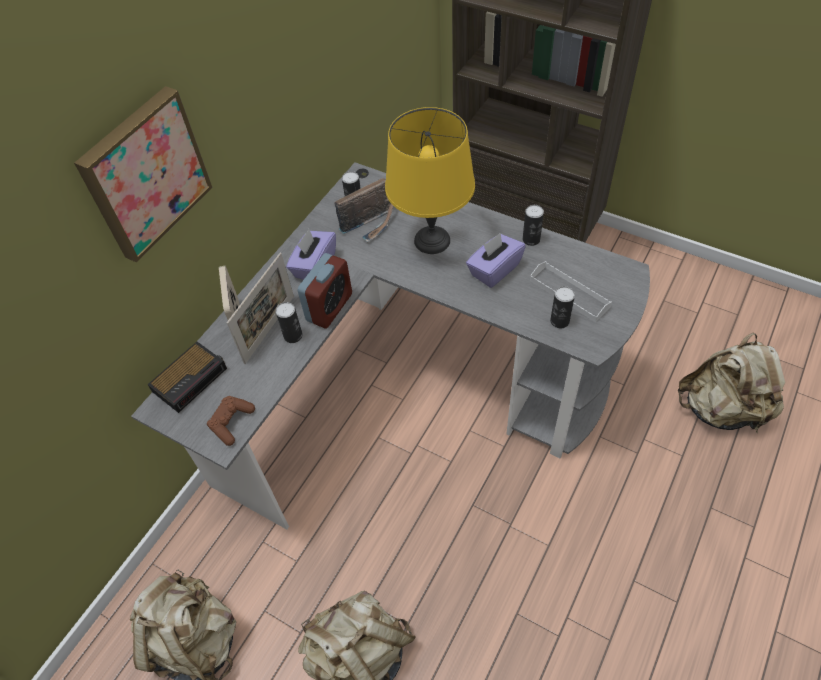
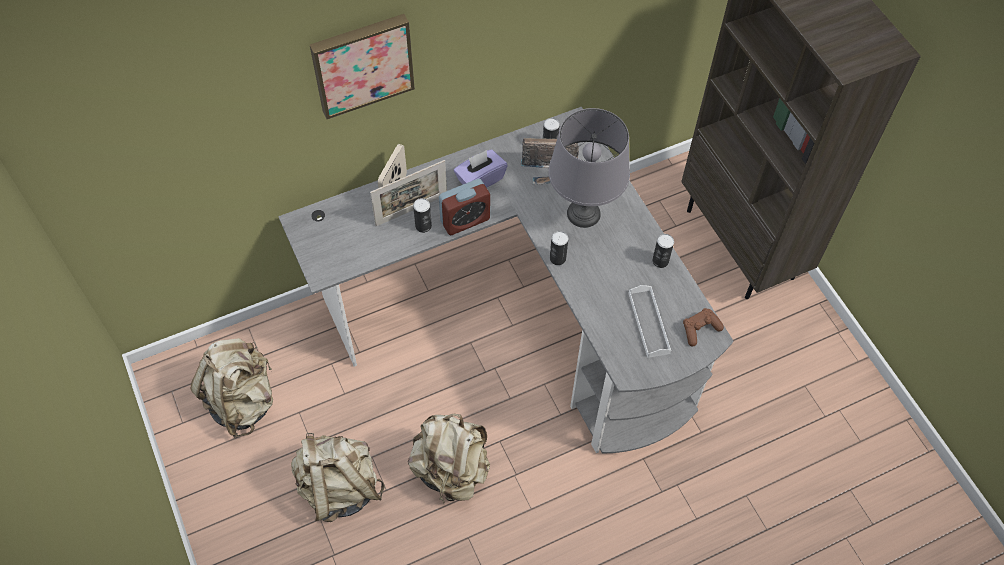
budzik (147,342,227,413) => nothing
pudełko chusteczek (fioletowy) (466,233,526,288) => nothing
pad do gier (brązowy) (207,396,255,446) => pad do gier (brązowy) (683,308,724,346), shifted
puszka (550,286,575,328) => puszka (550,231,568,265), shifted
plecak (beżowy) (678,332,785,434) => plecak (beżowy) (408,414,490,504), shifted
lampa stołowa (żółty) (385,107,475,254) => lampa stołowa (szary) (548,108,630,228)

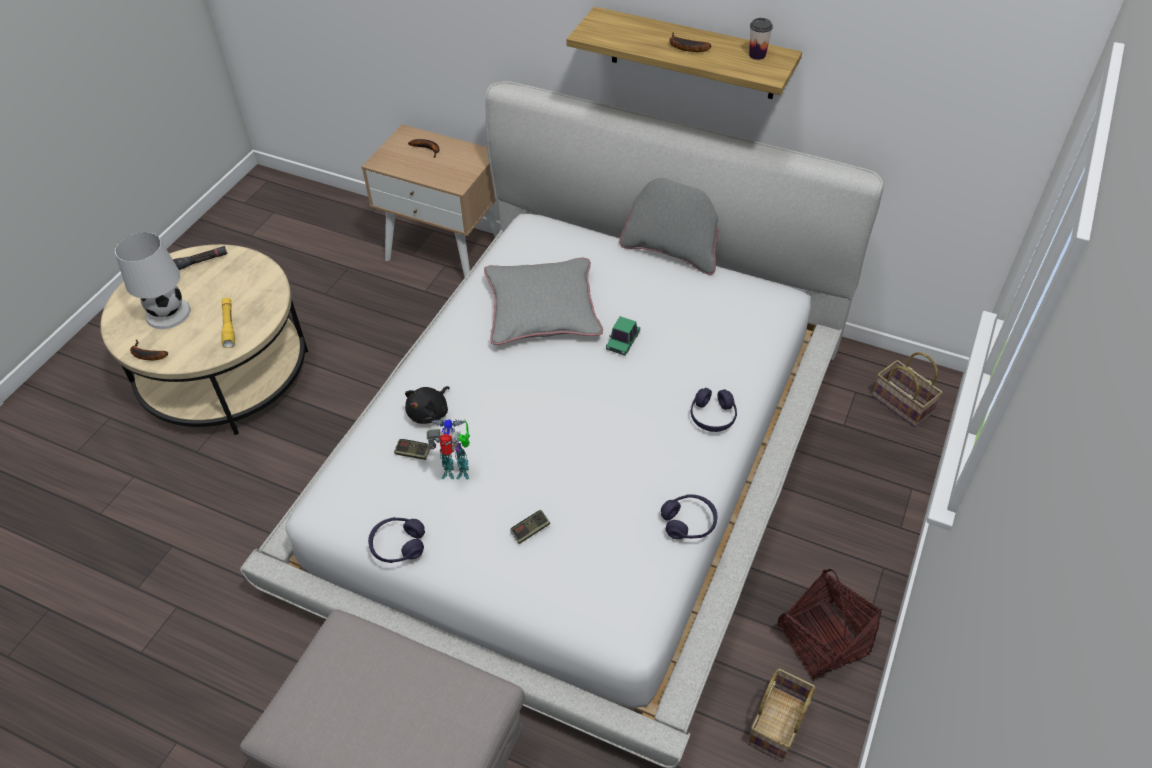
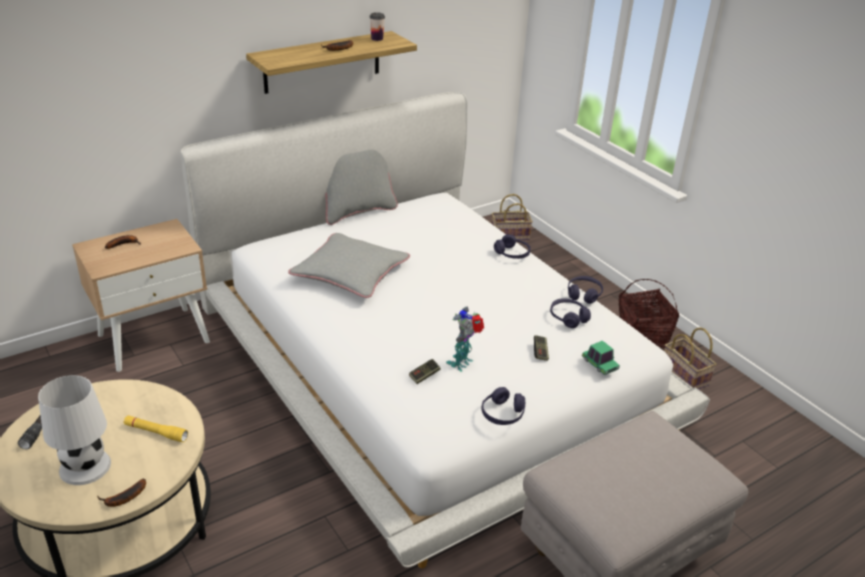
pluszak (czarny) (405,386,450,424) => nothing
nothing => słuchawki (fioletowy) (550,298,591,328)
samochodzik (606,316,640,356) => samochodzik (582,341,620,375), shifted

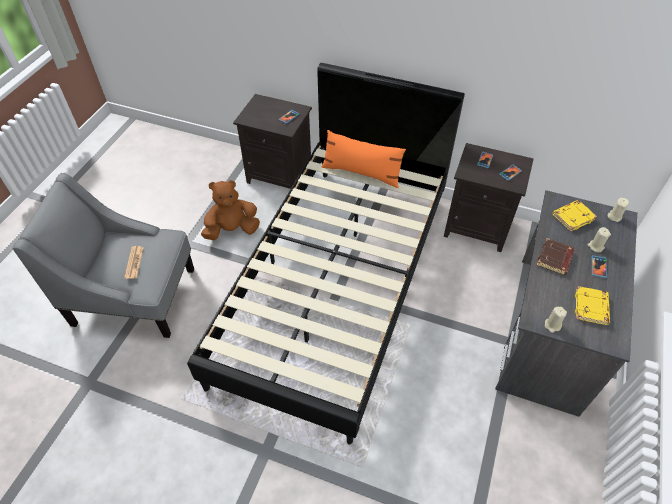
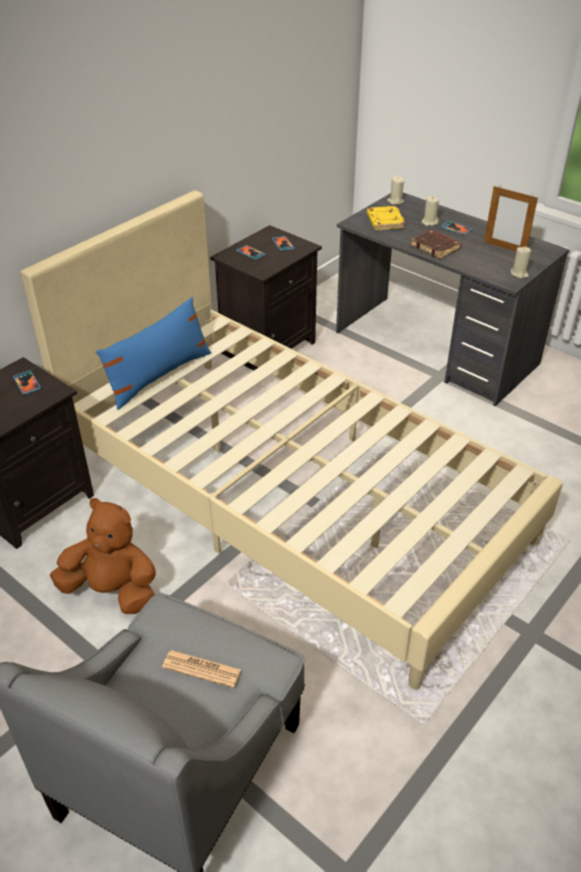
książka (żółty) (575,286,610,325) => ramka na zdjęcie (484,186,538,252)
łóżko (czarny) (187,63,465,445) => łóżko (beżowy) (21,191,563,690)
poduszka (pomarańczowy) (322,130,406,188) => poduszka (niebieski) (96,297,211,410)
pluszak (brązowy) (201,180,260,240) => pluszak (brązowy) (50,498,156,614), 105 degrees clockwise

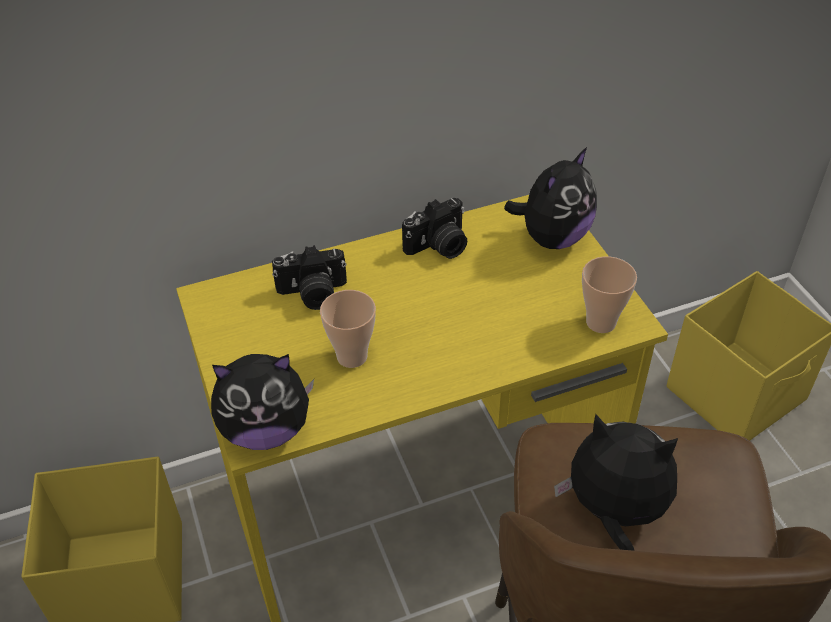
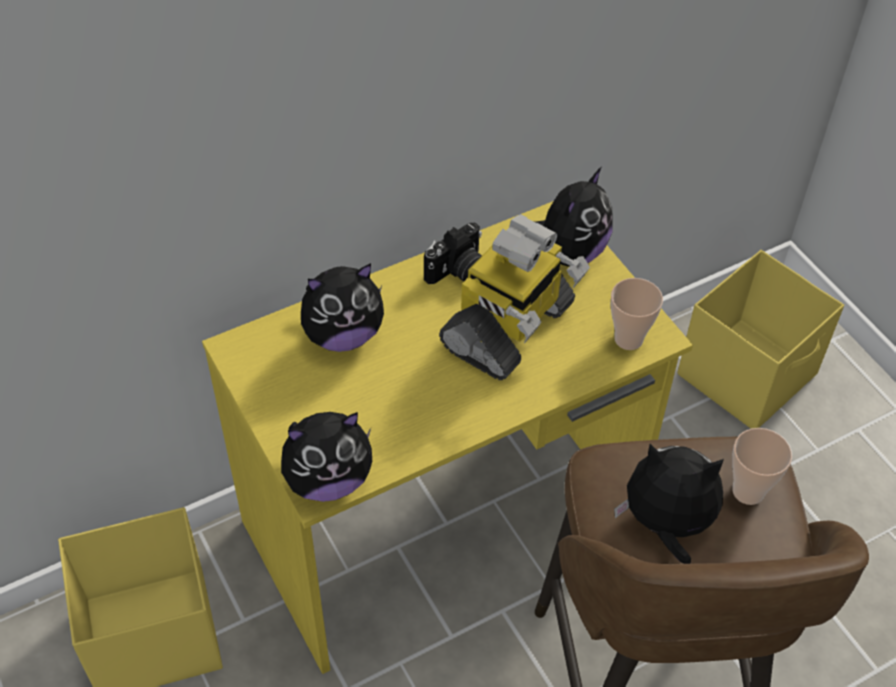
nothing => robot zabawkowy (439,214,590,380)
filiżanka (320,290,376,368) => filiżanka (732,428,792,505), shifted
aparat fotograficzny (272,245,347,310) => pluszak (301,263,384,352)

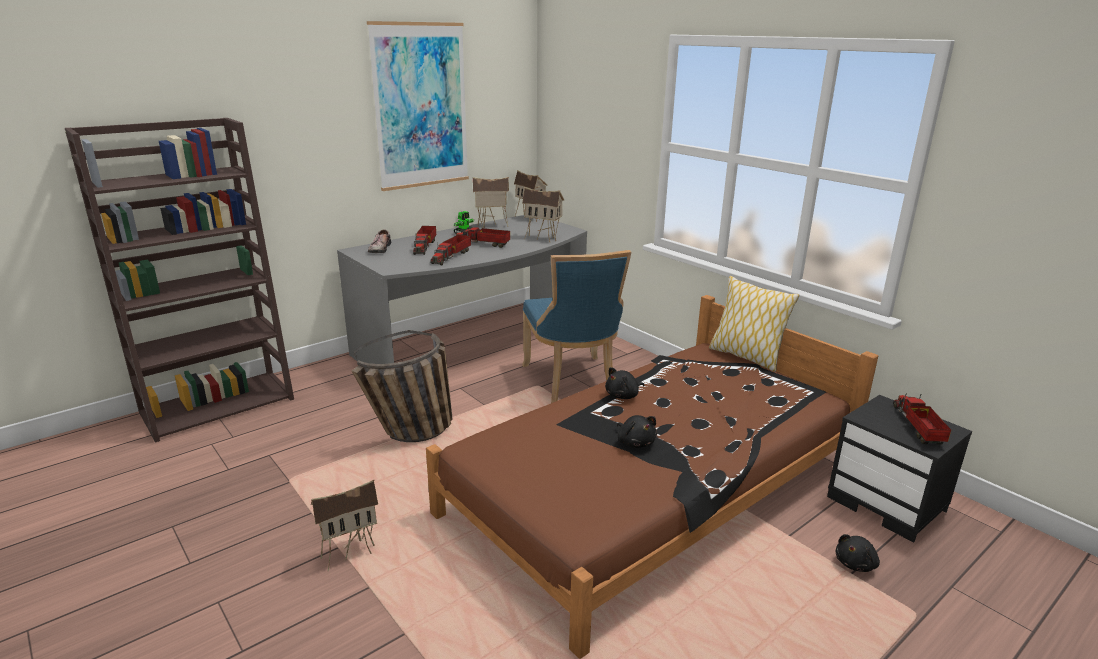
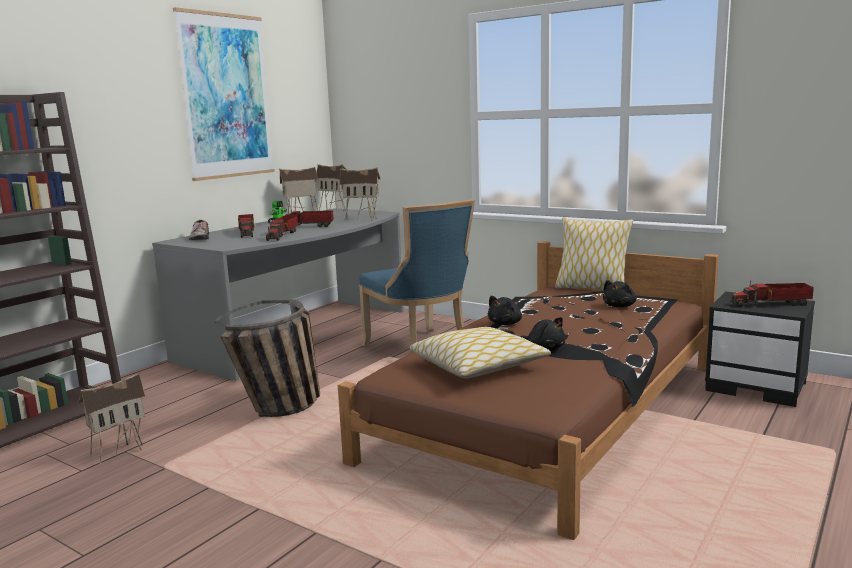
nothing => poduszka (410,327,551,378)
domek (311,480,378,571) => domek (78,372,145,466), shifted
pluszak (czarny) (835,534,880,572) => pluszak (czarny) (603,280,637,307), shifted
ciężarówka zabawkowa (893,394,951,445) => ciężarówka zabawkowa (731,281,814,307), 75 degrees counterclockwise

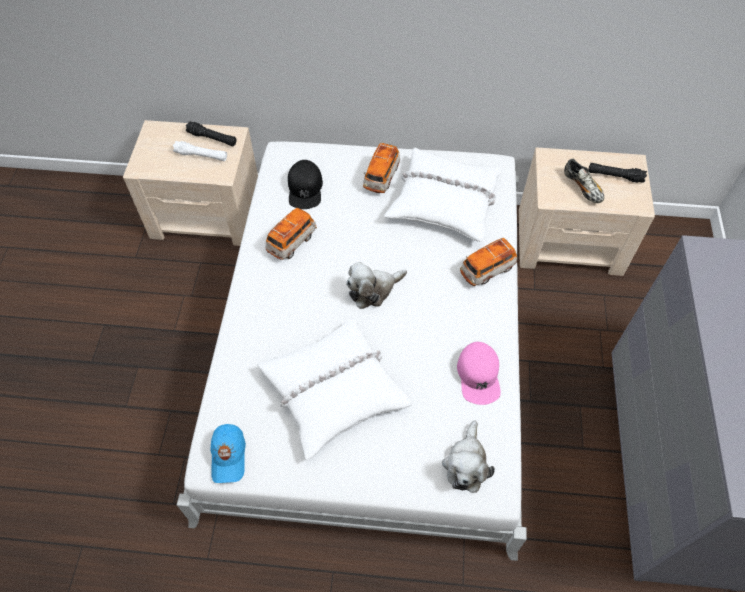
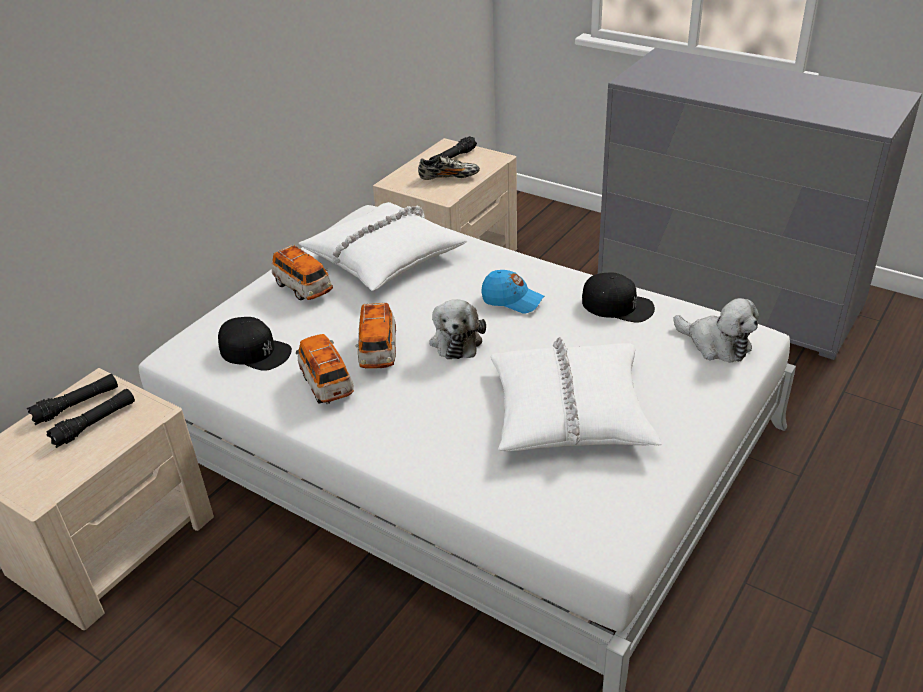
czapka z daszkiem (niebieski) (210,424,246,483) => czapka z daszkiem (niebieski) (481,270,544,314), shifted
samochodzik (460,238,517,286) => samochodzik (355,303,396,368), shifted
latarka (biały) (173,141,227,161) => latarka (czarny) (46,389,135,448)
czapka z daszkiem (różowy) (457,342,501,405) => czapka z daszkiem (czarny) (582,272,655,323)

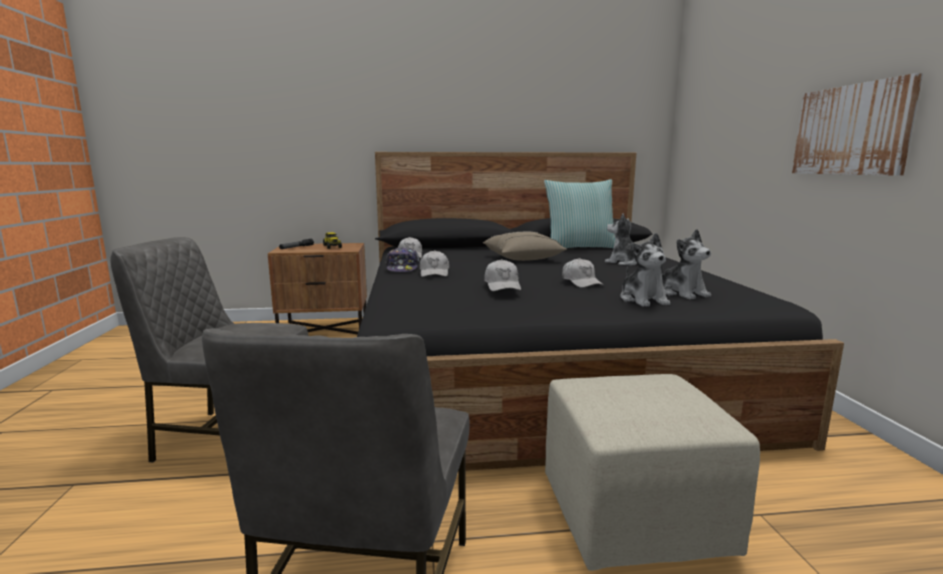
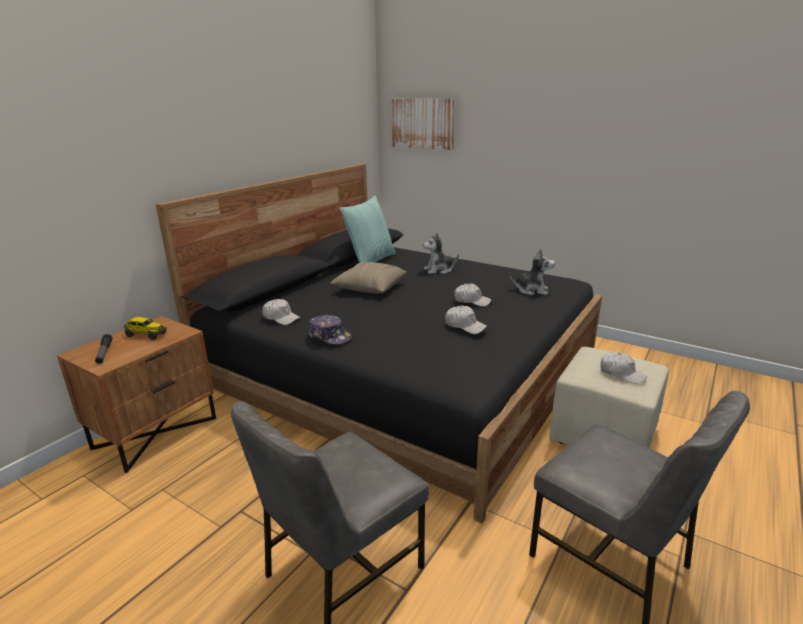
pluszak (620,233,670,307) => nothing
czapka z daszkiem (biały) (420,250,449,277) => czapka z daszkiem (biały) (600,352,647,384), shifted
obraz (792,73,923,176) => obraz (391,98,455,150), shifted

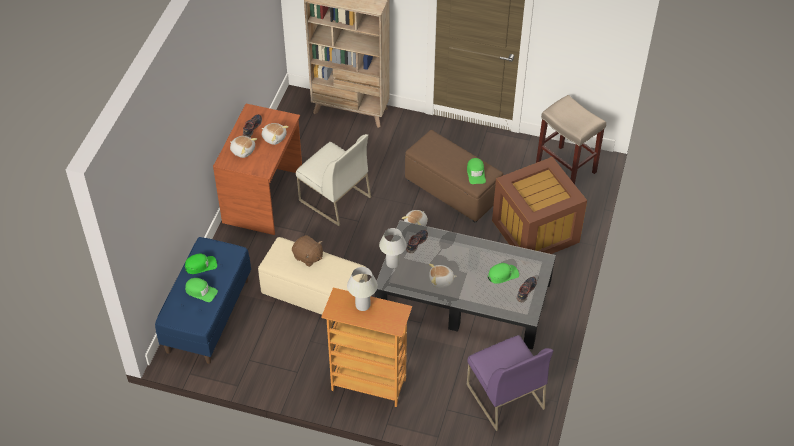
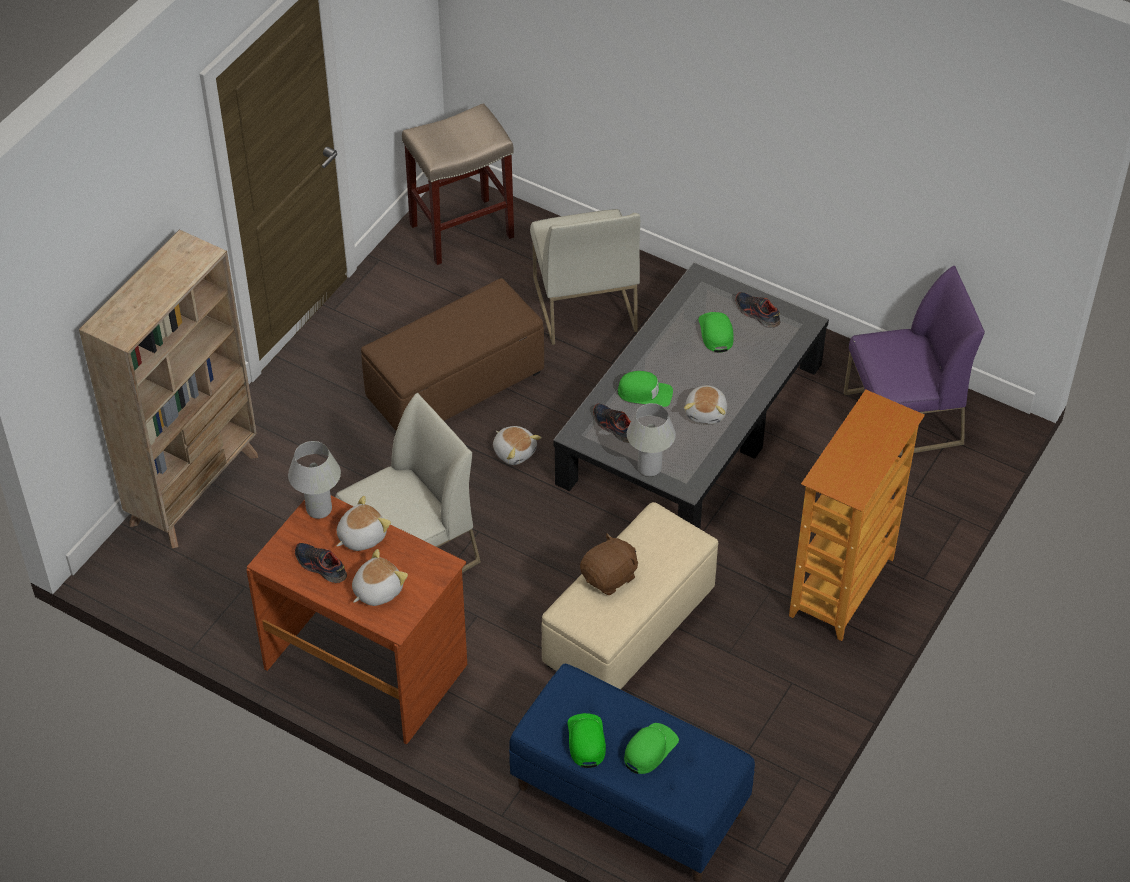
lampa stołowa (biały) (347,267,378,311) => lampa stołowa (biały) (288,441,341,519), shifted
czapka z daszkiem (zielony) (467,158,486,184) => czapka z daszkiem (zielony) (618,371,673,407), shifted
pojemnik do przechowywania (brązowy) (492,157,587,254) => krzesło (biały) (530,209,640,345)

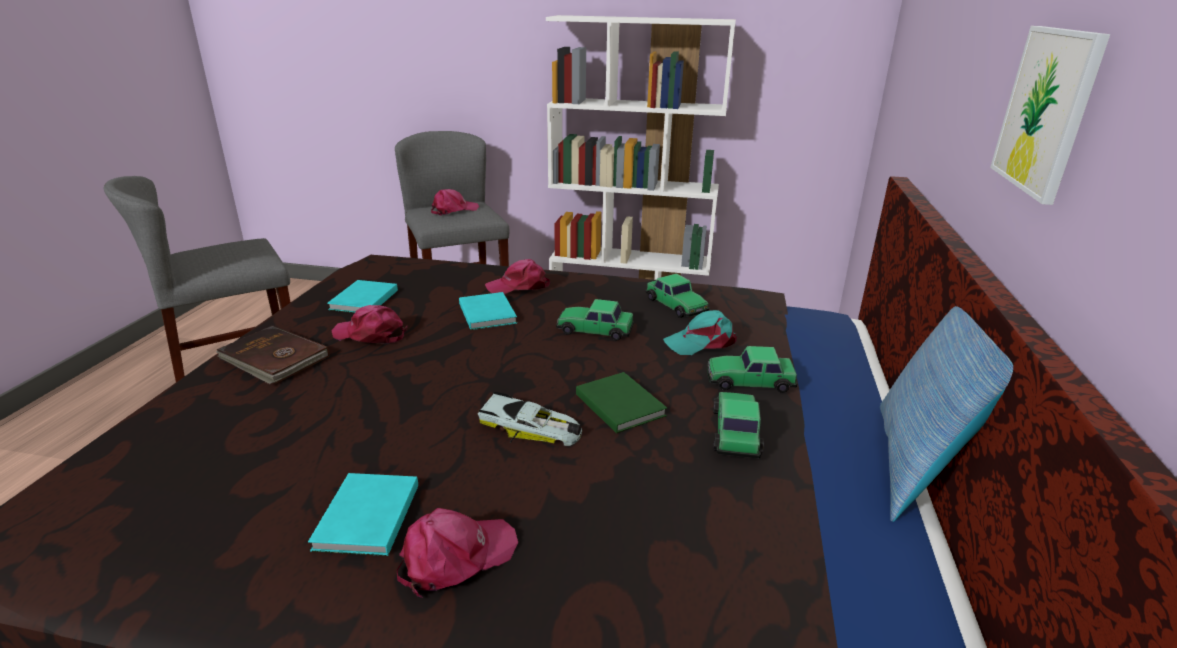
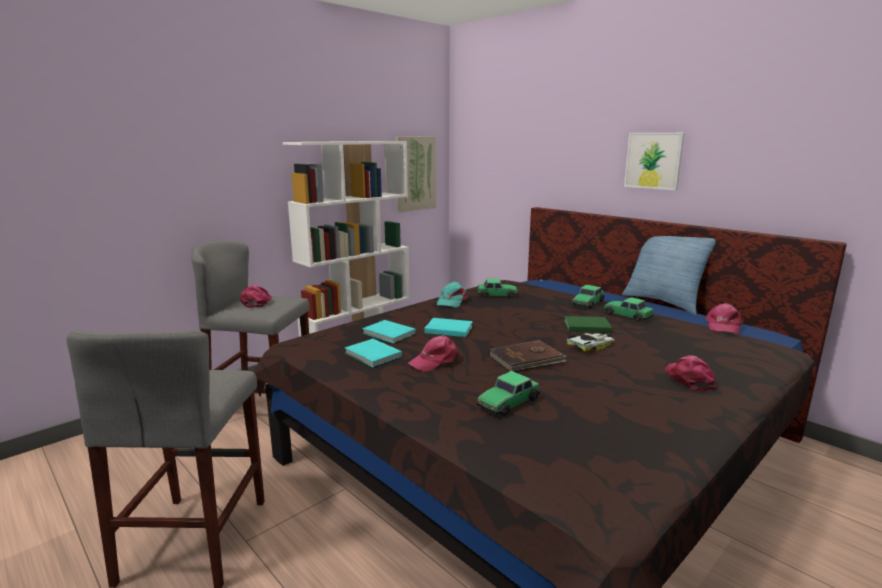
nothing => obraz (395,136,436,212)
książka (brązowy) (216,325,329,384) => książka (brązowy) (489,340,567,372), shifted
książka (turkusowy) (308,473,418,556) => książka (turkusowy) (362,320,416,343), shifted
czapka z daszkiem (różowy) (485,259,550,295) => czapka z daszkiem (różowy) (705,303,743,334), shifted
samochodzik (556,299,634,341) => samochodzik (476,371,540,416), shifted
czapka z daszkiem (turkusowy) (663,310,737,355) => czapka z daszkiem (turkusowy) (437,282,468,307), shifted

